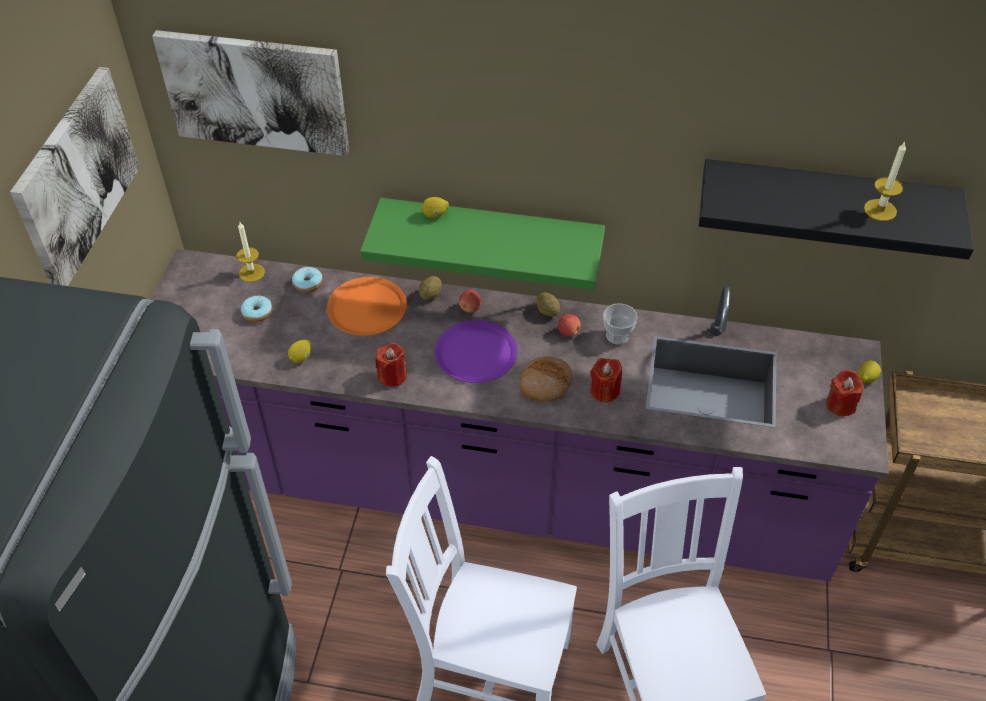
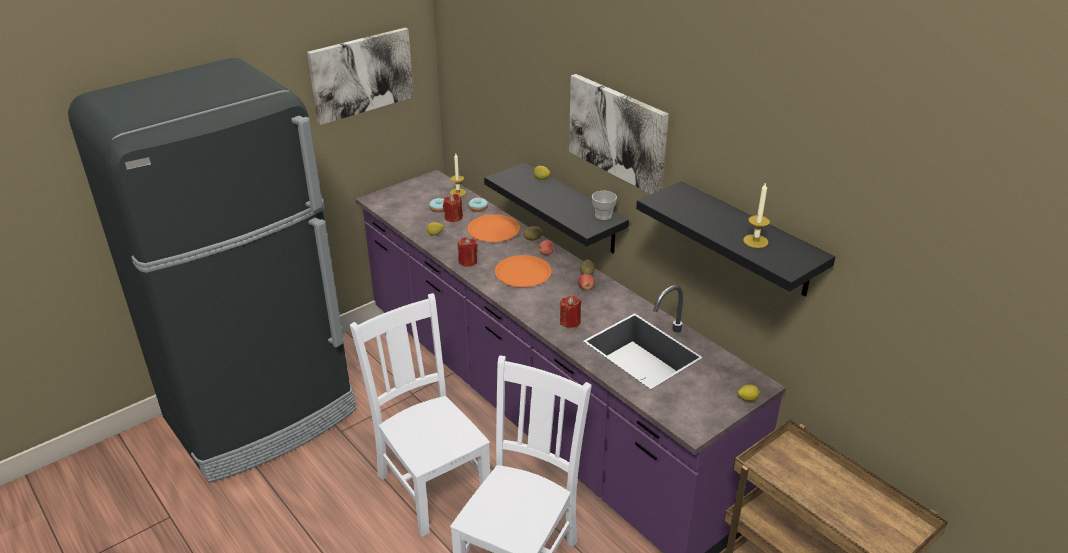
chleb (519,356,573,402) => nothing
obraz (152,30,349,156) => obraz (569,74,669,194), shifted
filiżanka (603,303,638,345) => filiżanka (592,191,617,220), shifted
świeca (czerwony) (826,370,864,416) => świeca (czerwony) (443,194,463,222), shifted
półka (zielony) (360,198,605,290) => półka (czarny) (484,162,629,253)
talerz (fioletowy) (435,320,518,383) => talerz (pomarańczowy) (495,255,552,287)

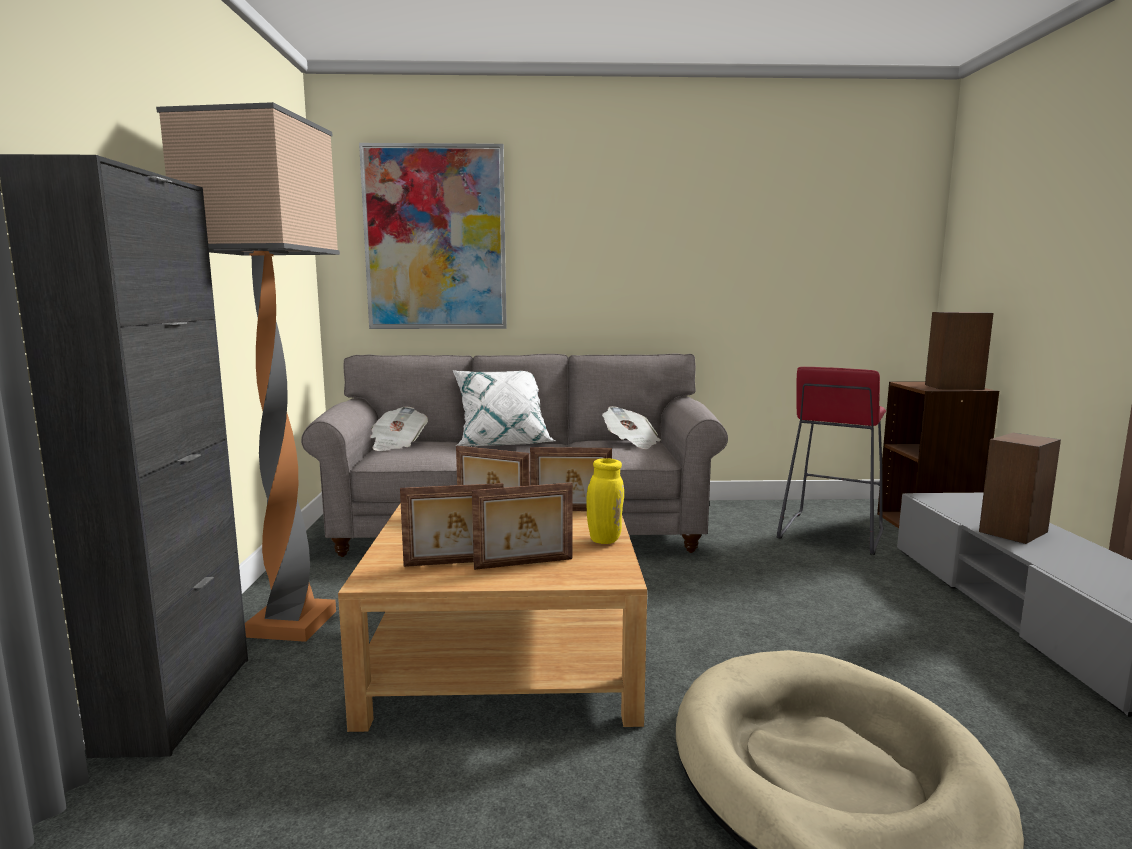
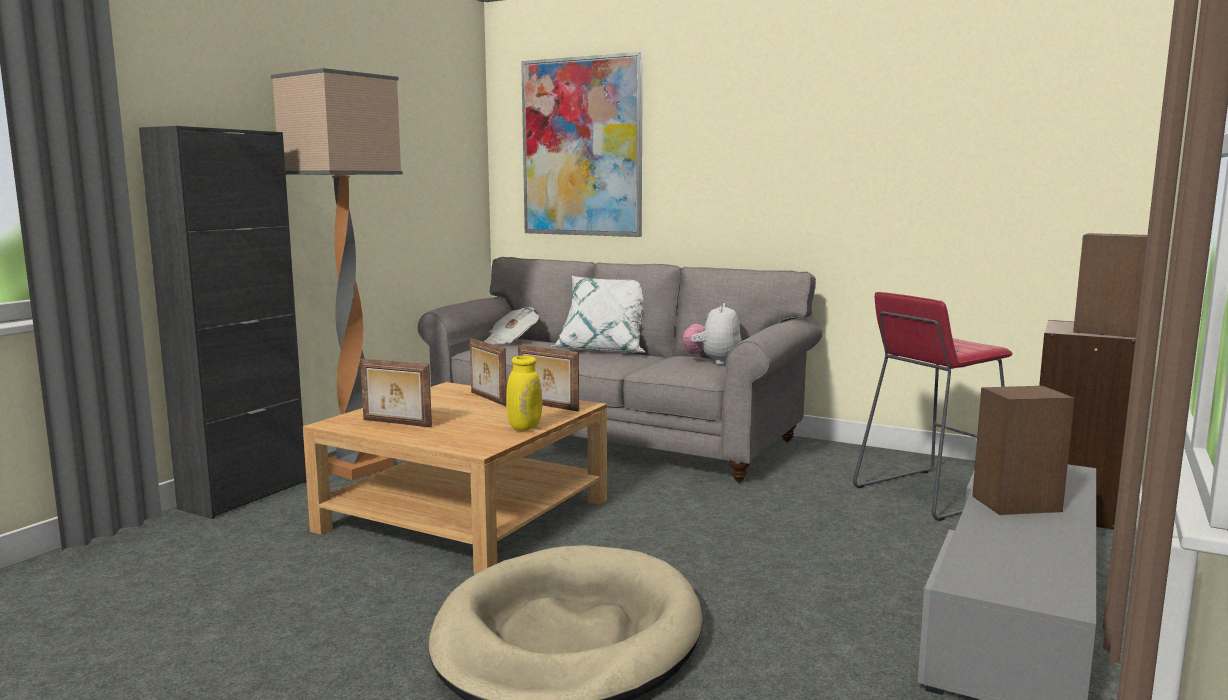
ramka na zdjęcie (472,482,573,570) => nothing
gazeta (602,406,661,449) => pluszak (683,303,741,365)

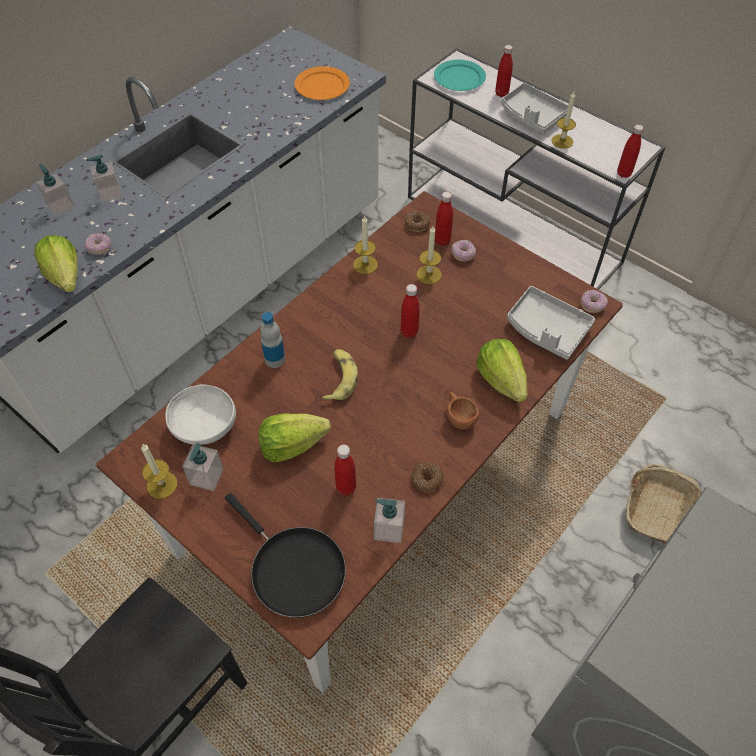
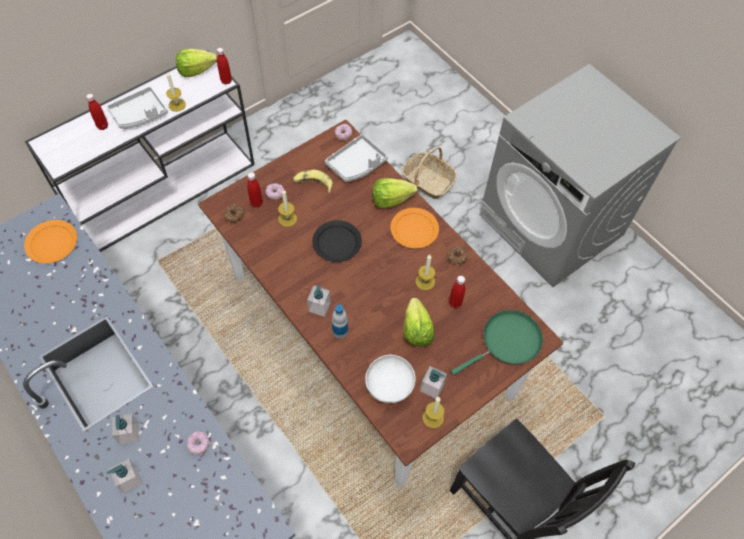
talerz (turkusowy) (434,60,486,91) => nothing
sałata (34,235,78,292) => sałata (176,49,217,77), shifted
banan (322,349,358,401) => banan (293,170,333,193), shifted
świeca (353,215,378,274) => świeca (415,255,436,291), shifted
dozownik mydła (374,498,405,543) => dozownik mydła (307,285,331,317), shifted
butelka (czerwony) (401,284,420,338) => talerz (czarny) (312,220,362,262)
filiżanka (brązowy) (446,392,480,430) => talerz (pomarańczowy) (390,208,439,249)
patelnia (czarny) (225,493,346,618) => patelnia (zielony) (451,310,543,375)

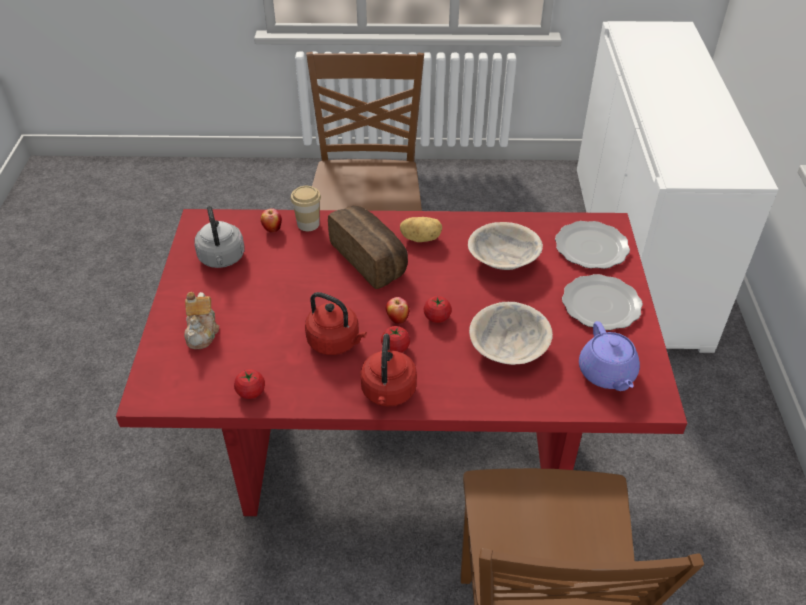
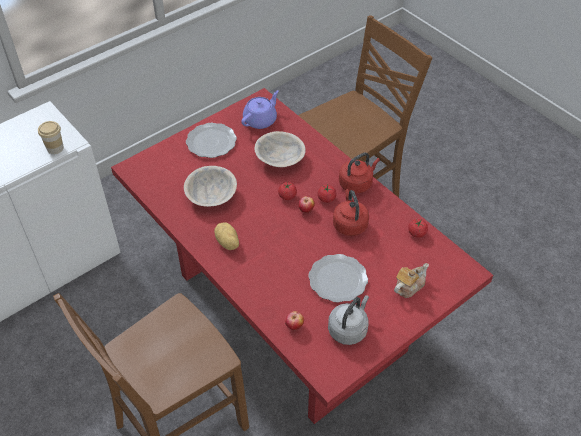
chleb (328,206,408,289) => nothing
filiżanka (291,186,321,231) => filiżanka (38,121,64,154), shifted
talerz (555,221,630,269) => talerz (308,254,368,303), shifted

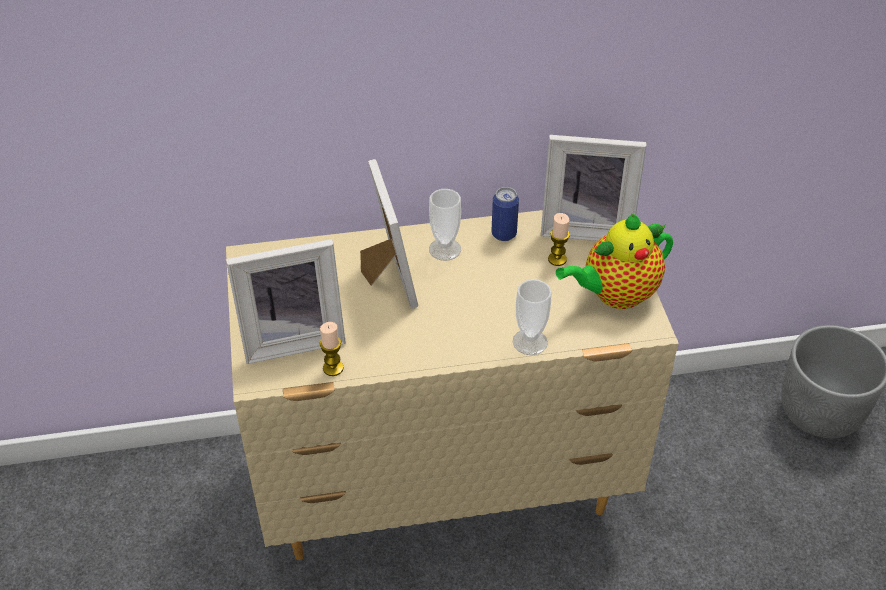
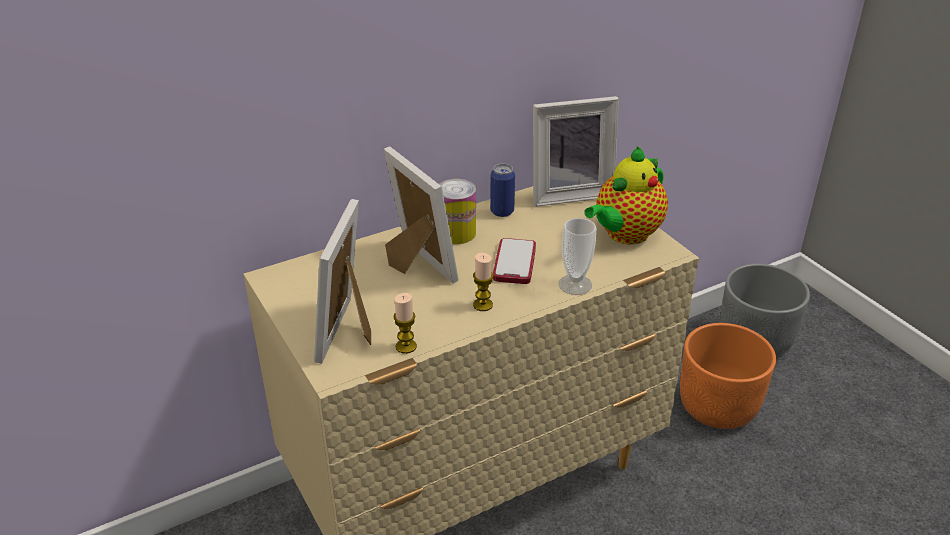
nothing => telefon (493,238,536,284)
nothing => donica (pomarańczowy) (680,323,776,429)
świeca (548,213,570,266) => świeca (473,253,494,311), shifted
filiżanka (429,189,461,261) => puszka (439,179,476,244)
ramka na zdjęcie (226,239,346,364) => ramka na zdjęcie (314,199,371,364), 135 degrees clockwise

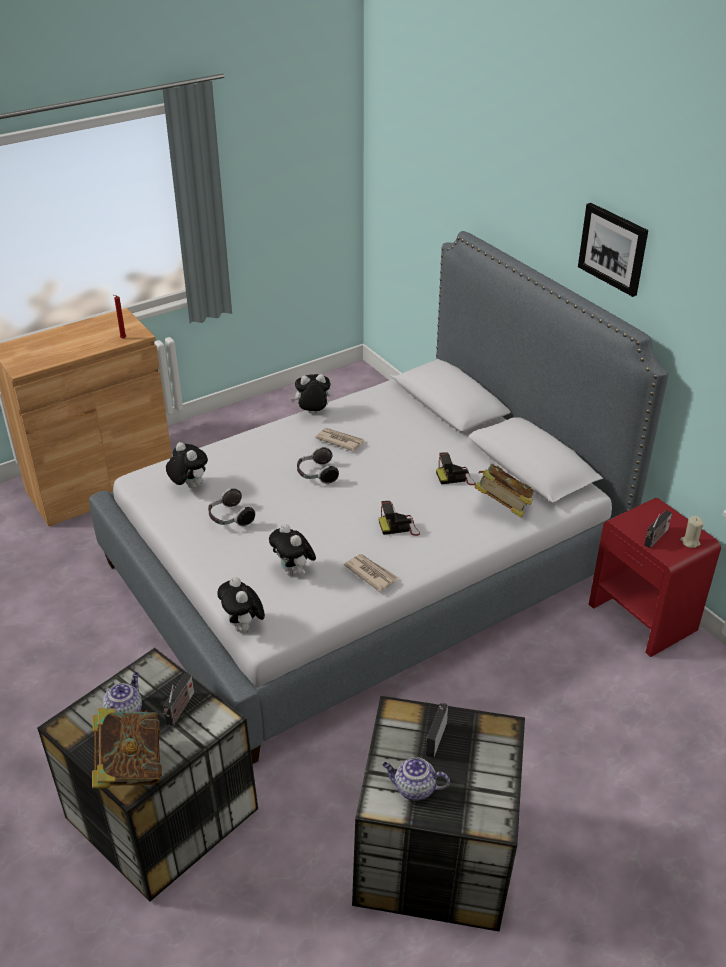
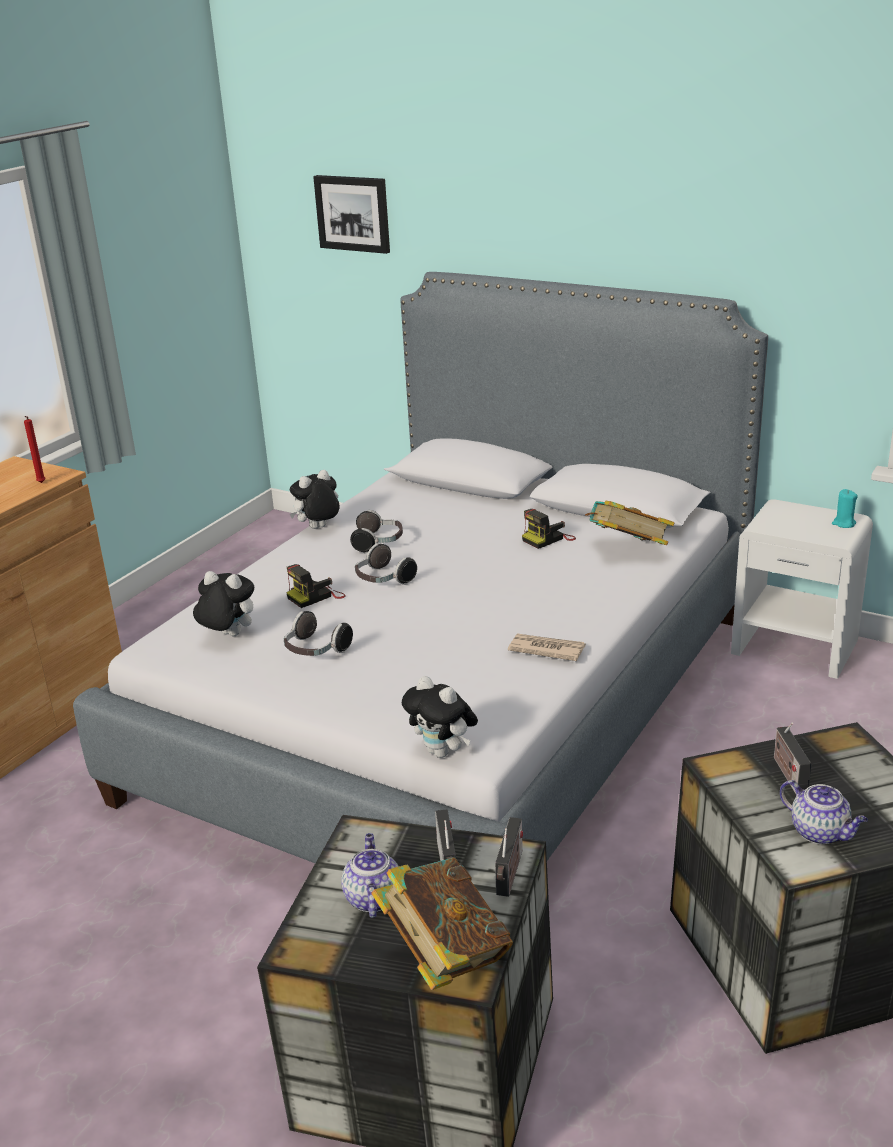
pluszak (269,524,316,576) => nothing
aparat fotograficzny (379,501,420,536) => aparat fotograficzny (286,564,346,608), shifted
obraz (578,203,648,297) => obraz (313,175,390,254), shifted
radio (644,510,672,548) => radio (495,817,523,897), shifted
gazeta (315,428,364,452) => słuchawki (350,510,403,554)
szafka nocna (czerwony) (589,498,721,657) => szafka nocna (biały) (731,499,873,679)
świeca (beżowy) (680,516,704,548) => świeca (turkusowy) (832,489,858,528)
imbryk (382,757,450,801) => imbryk (780,780,868,844), 120 degrees counterclockwise

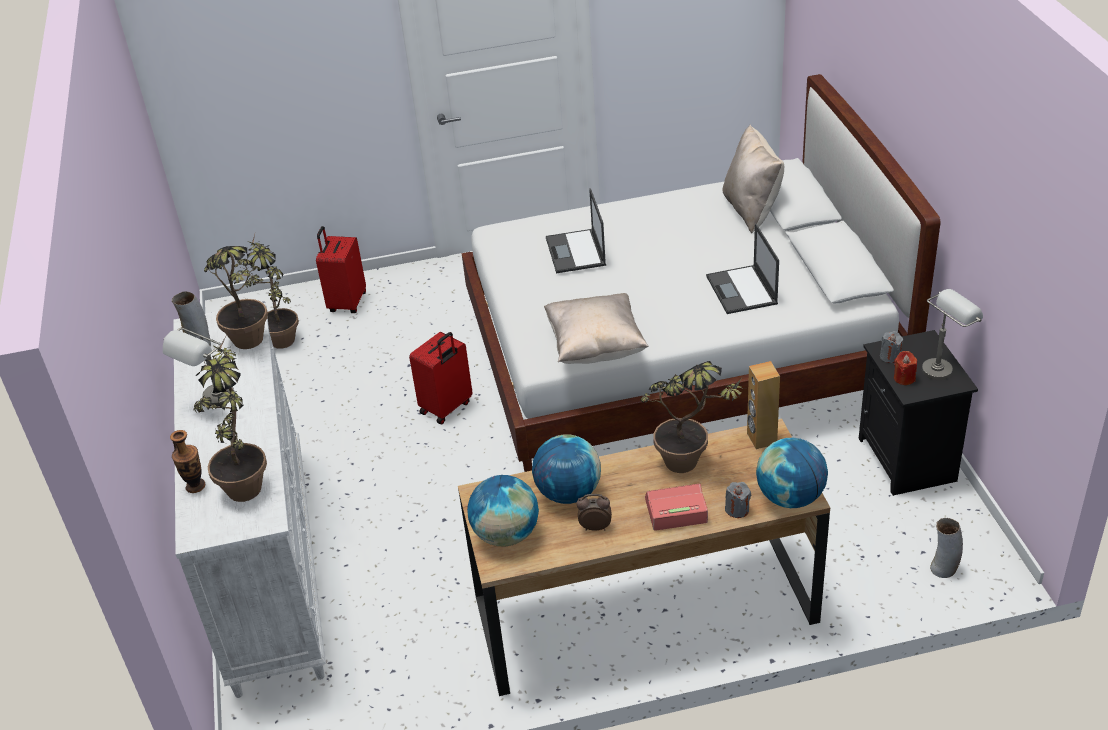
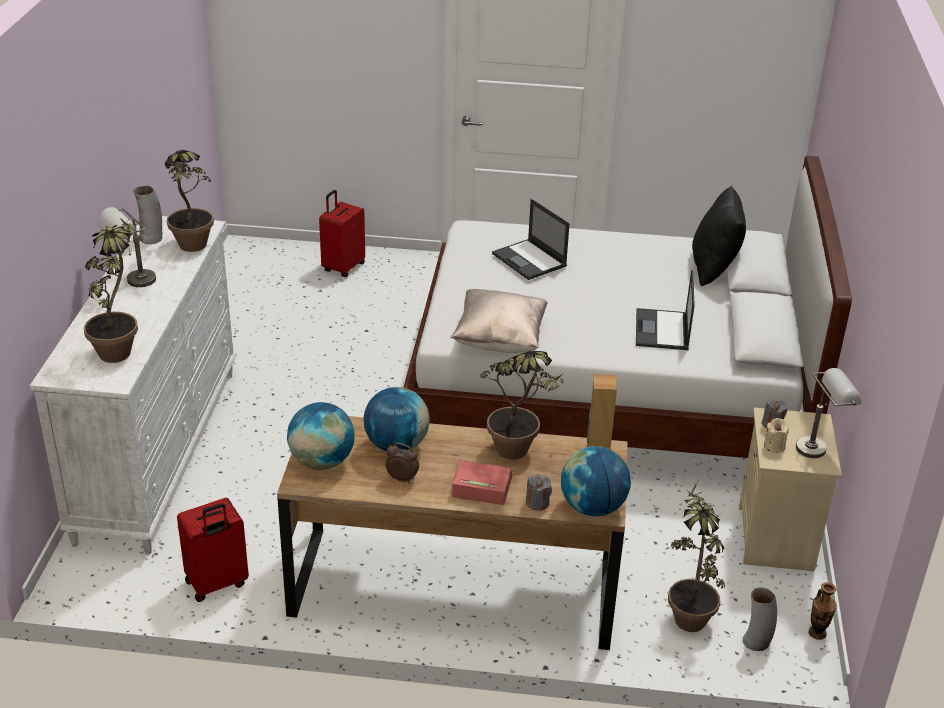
wazon (170,430,205,493) => wazon (808,583,837,640), shifted
roślina doniczkowa (245,234,299,349) => roślina doniczkowa (668,482,725,632), shifted
walizka (czerwony) (409,332,473,425) => walizka (czerwony) (177,498,249,602), shifted
poduszka (beżowy) (722,125,784,233) => poduszka (czarny) (692,186,746,286)
szafka nocna (czarny) (859,330,978,496) => szafka nocna (beżowy) (739,407,842,571)
świeca (czerwony) (894,351,917,385) => świeca (beżowy) (764,418,789,453)
laptop (546,188,606,273) => laptop (492,199,570,280), 45 degrees counterclockwise

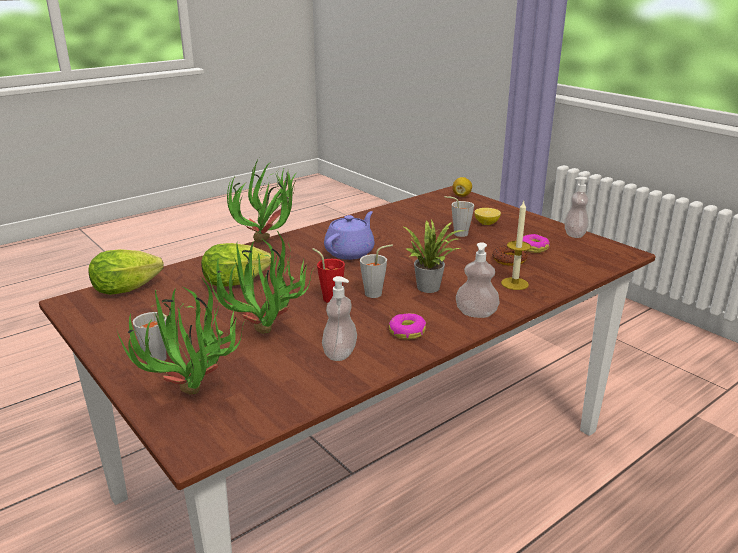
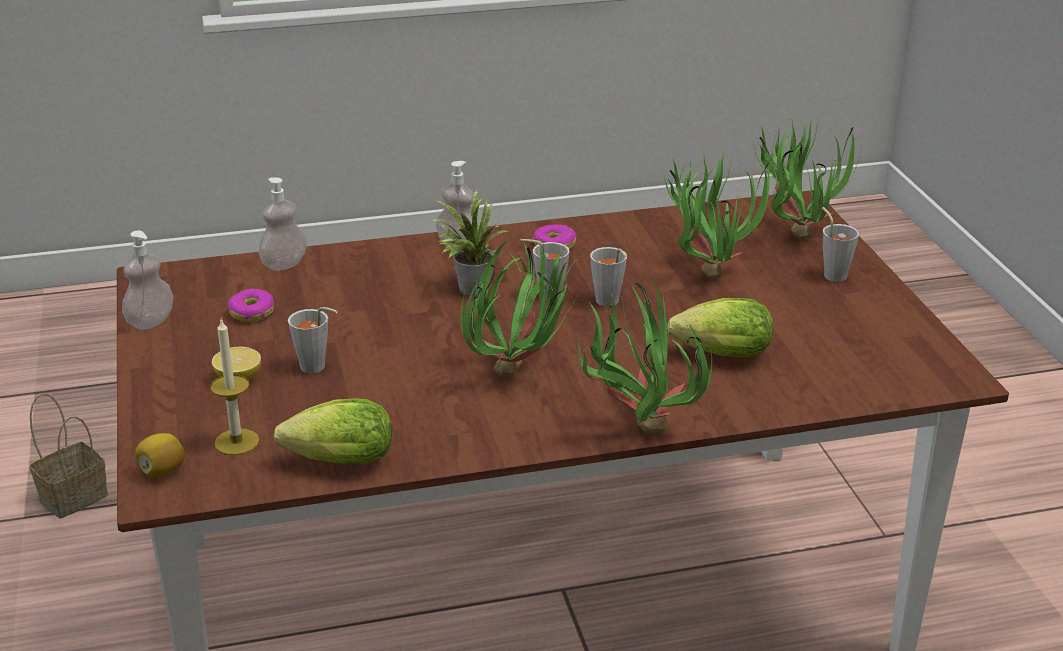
donut (492,246,528,266) => nothing
nothing => koszyk (29,393,108,518)
sałata (88,249,164,295) => sałata (274,398,392,464), shifted
dozownik mydła (322,276,357,361) => dozownik mydła (258,178,307,271), shifted
świeca (501,201,531,290) => świeca (210,319,259,455), shifted
imbryk (fioletowy) (324,211,375,260) => roślina doniczkowa (461,238,576,378)
filiżanka (czerwony) (312,248,345,303) => filiżanka (szary) (590,247,627,307)

